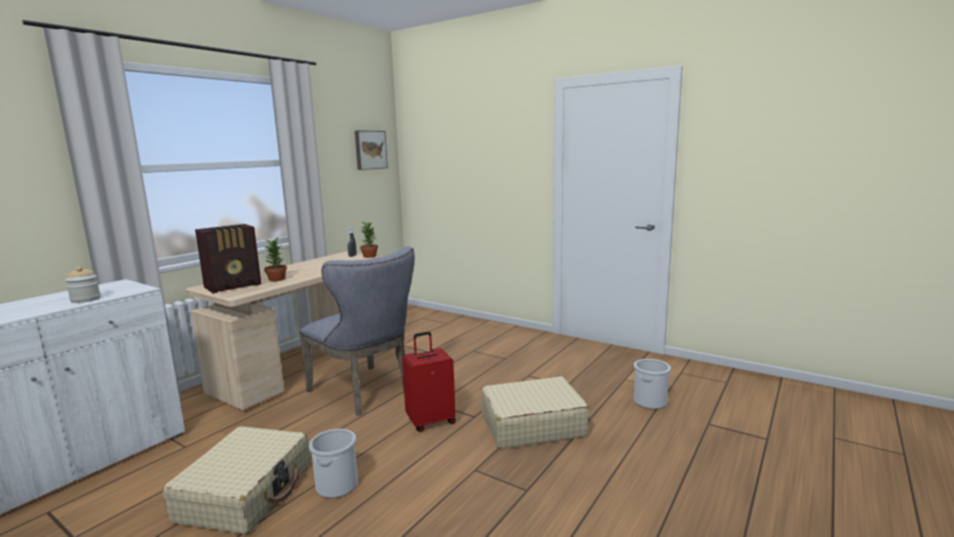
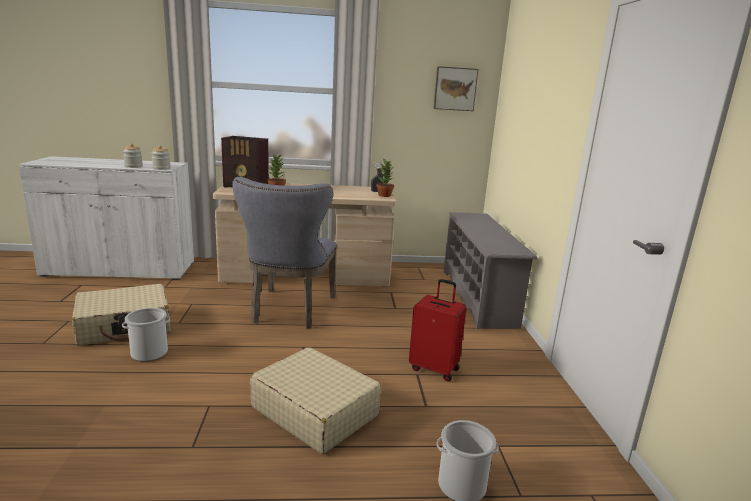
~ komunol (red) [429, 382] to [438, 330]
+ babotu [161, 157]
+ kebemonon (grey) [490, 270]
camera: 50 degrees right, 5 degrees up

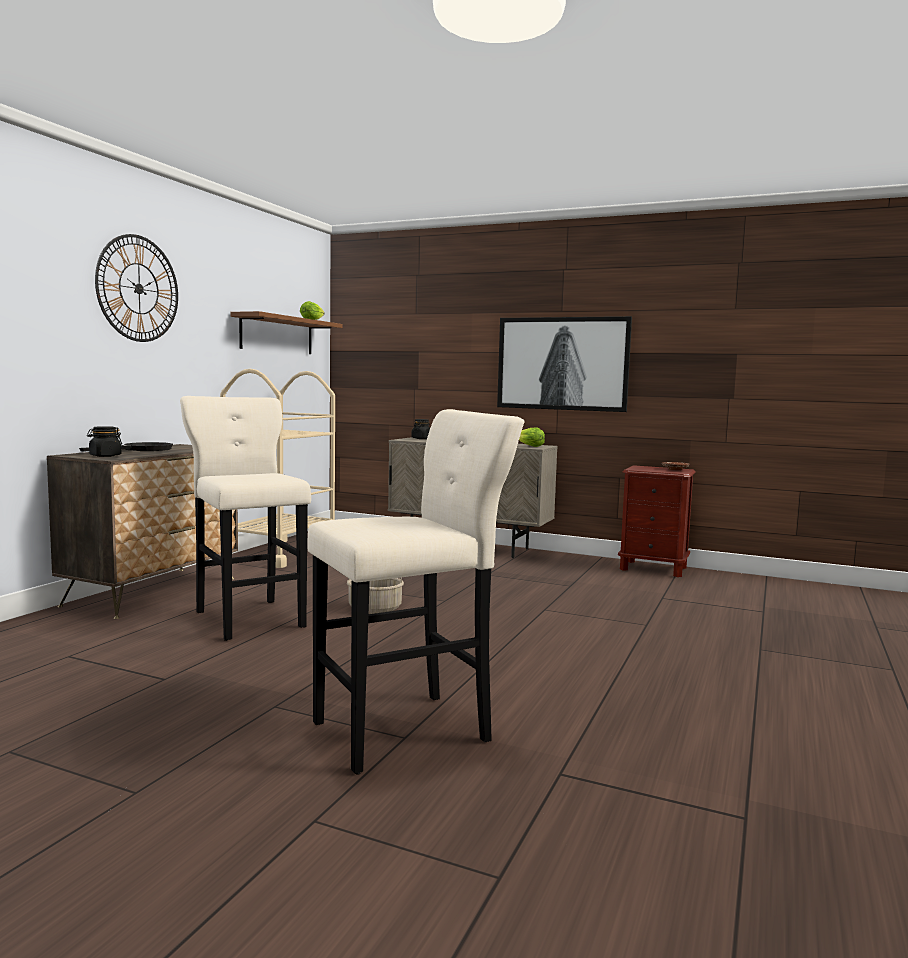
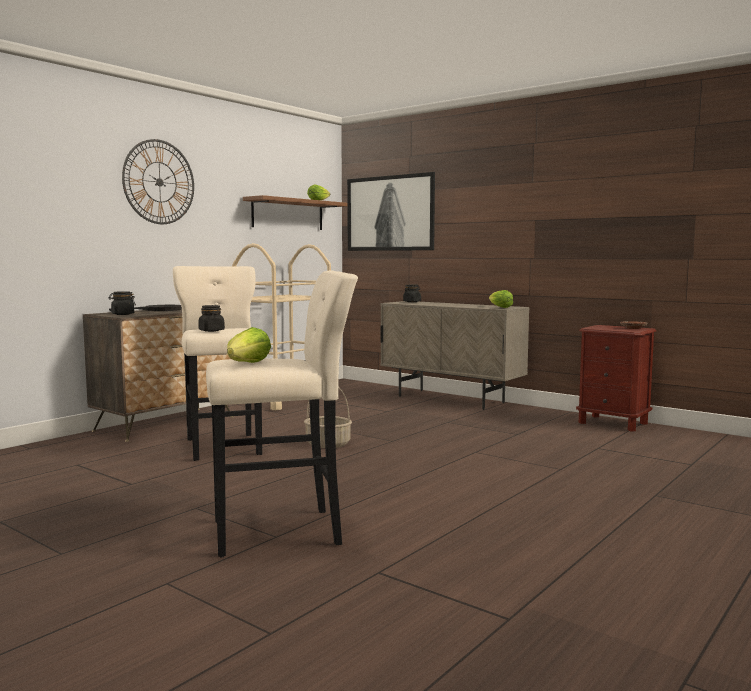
~ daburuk [564, 364] to [391, 211]
+ babotu (black) [211, 318]
+ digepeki [249, 345]
camera: 15 degrees right, 0 degrees up

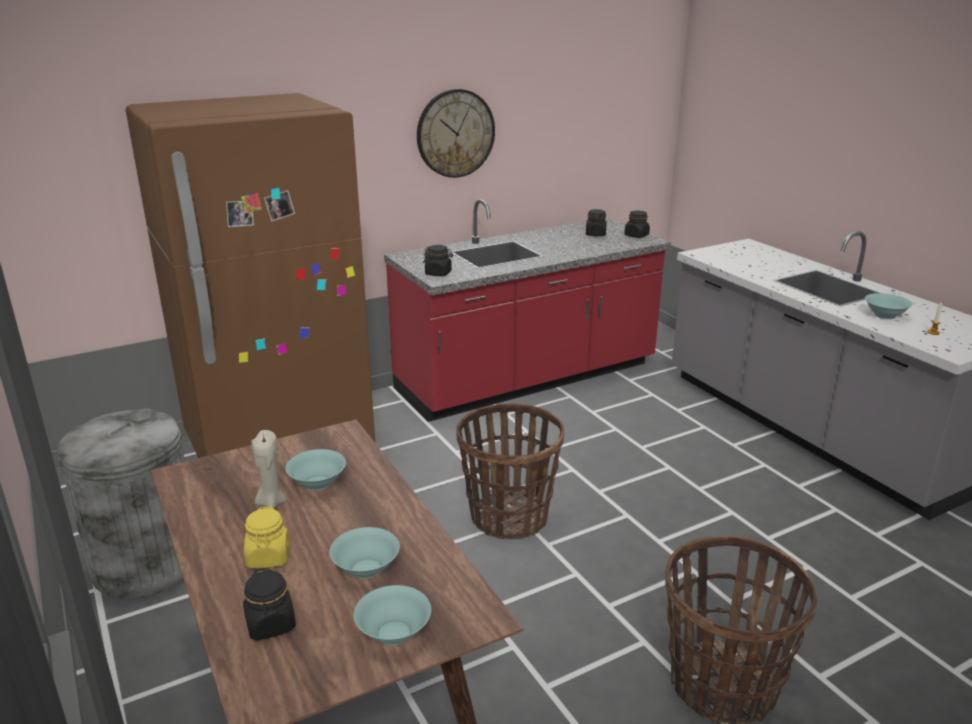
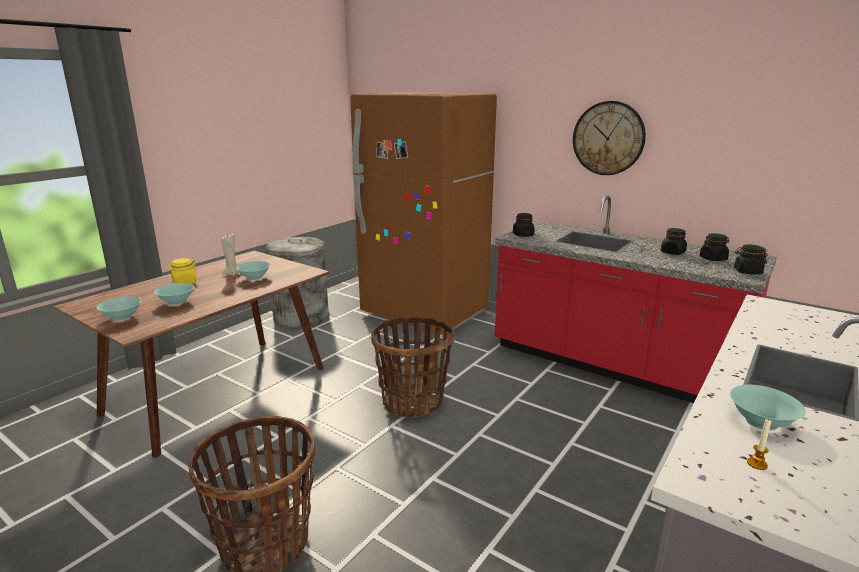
~ babotu (black) [269, 604] to [674, 241]
camera: 65 degrees right, 5 degrees down

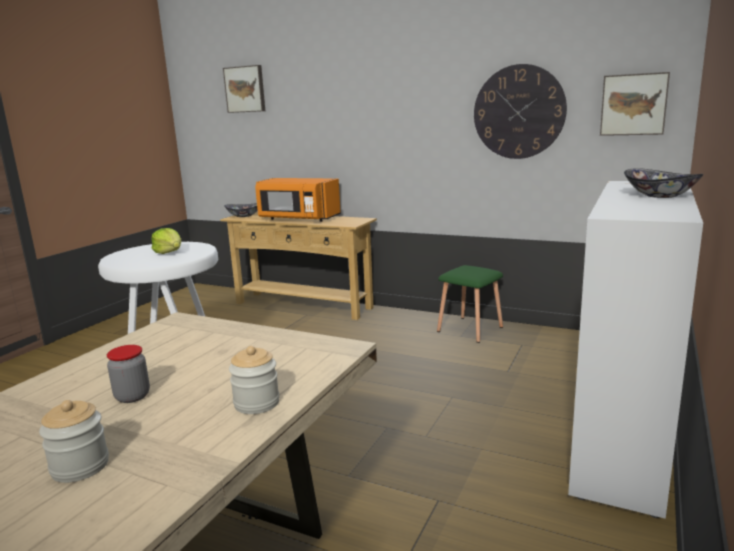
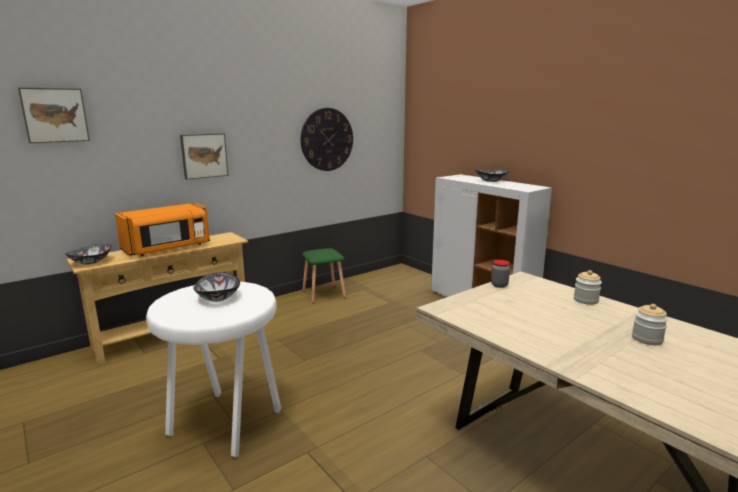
~ daburuk [635, 104] to [204, 156]
~ digepeki [166, 241] to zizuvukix [216, 287]
~ babotu [128, 374] to [500, 274]
camera: 65 degrees left, 0 degrees up

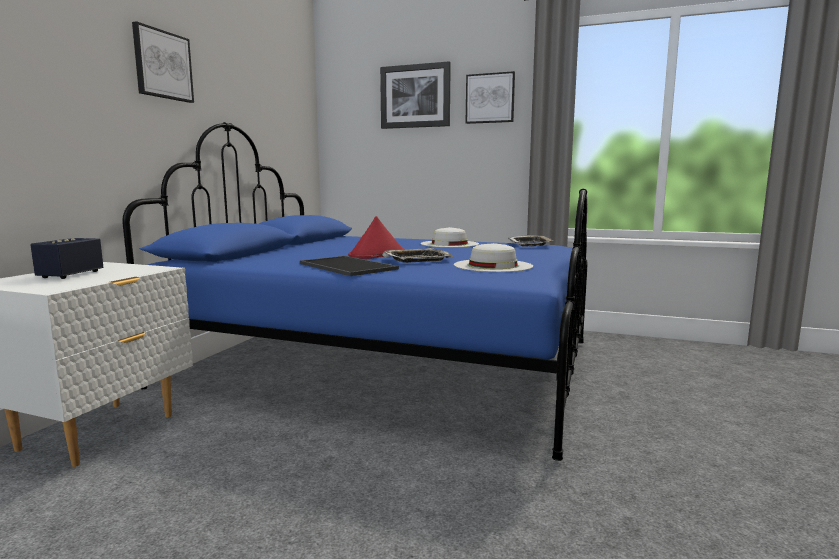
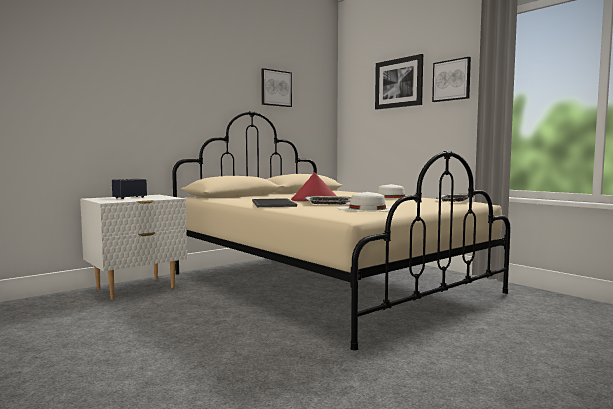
~ daburuk [163, 62] to [276, 87]
~ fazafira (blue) [354, 291] to fazafira (beige) [341, 231]
camera: 30 degrees right, 5 degrees down

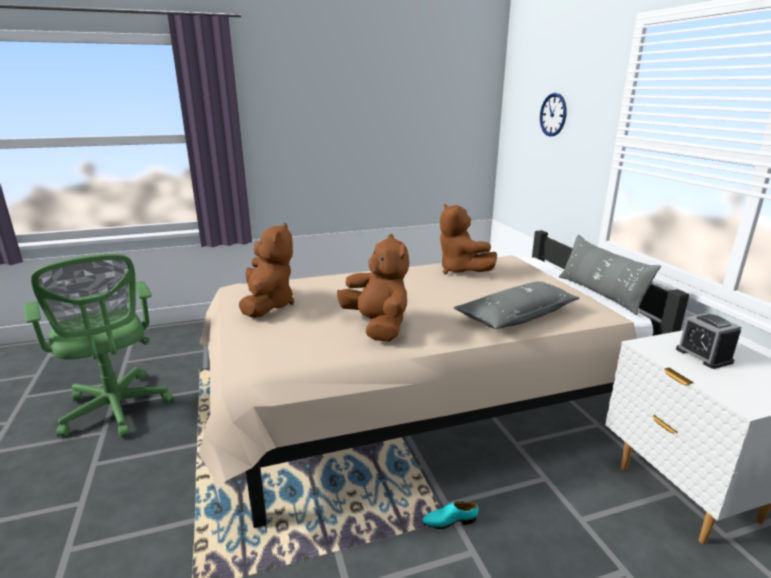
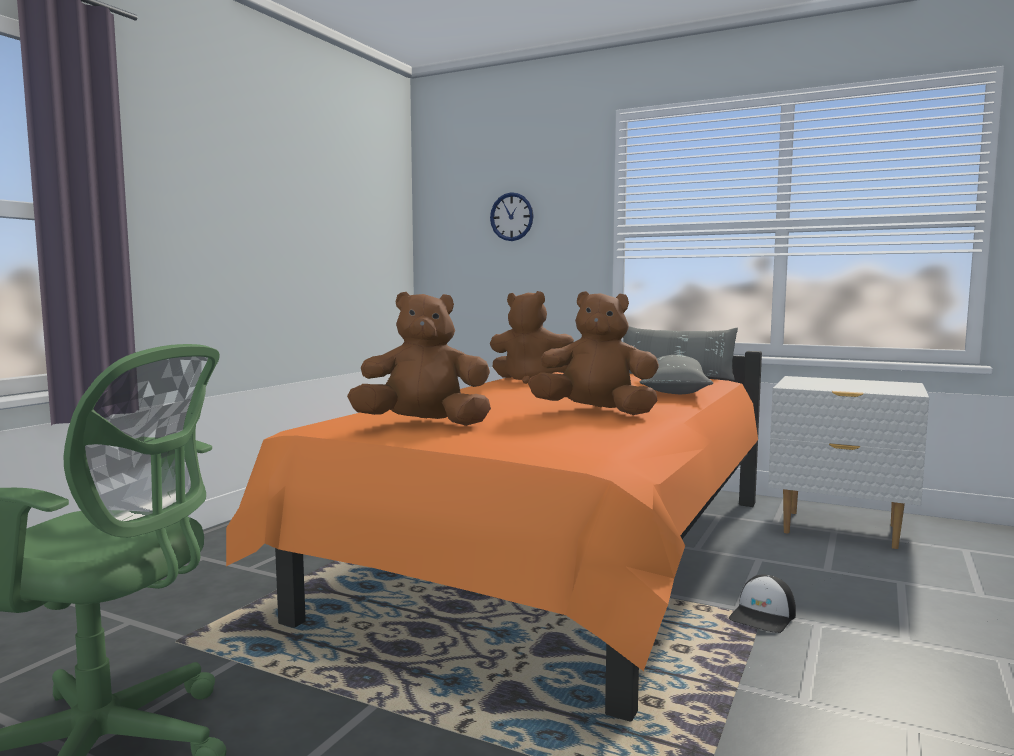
~ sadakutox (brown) [266, 270] = [419, 359] 45 degrees counterclockwise
~ fazafira (beige) [444, 379] to fazafira (orange) [494, 535]
- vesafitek [708, 341]
~ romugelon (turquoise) [450, 515] to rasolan [762, 604]
camera: 45 degrees left, 15 degrees down

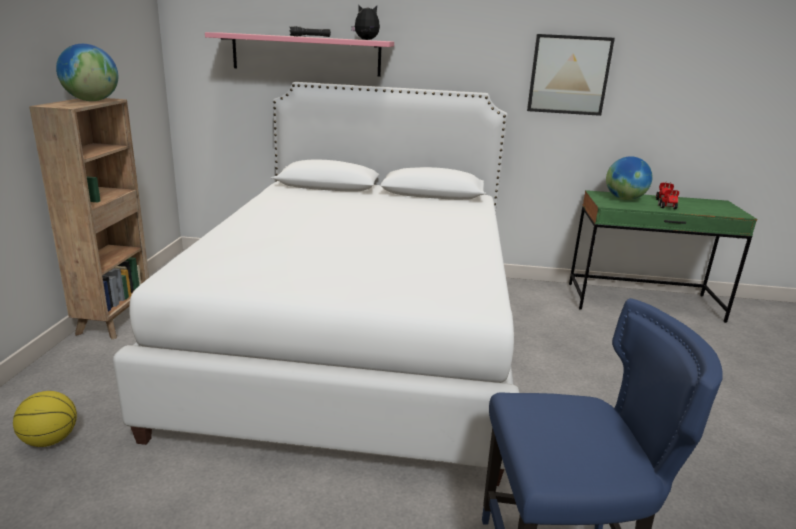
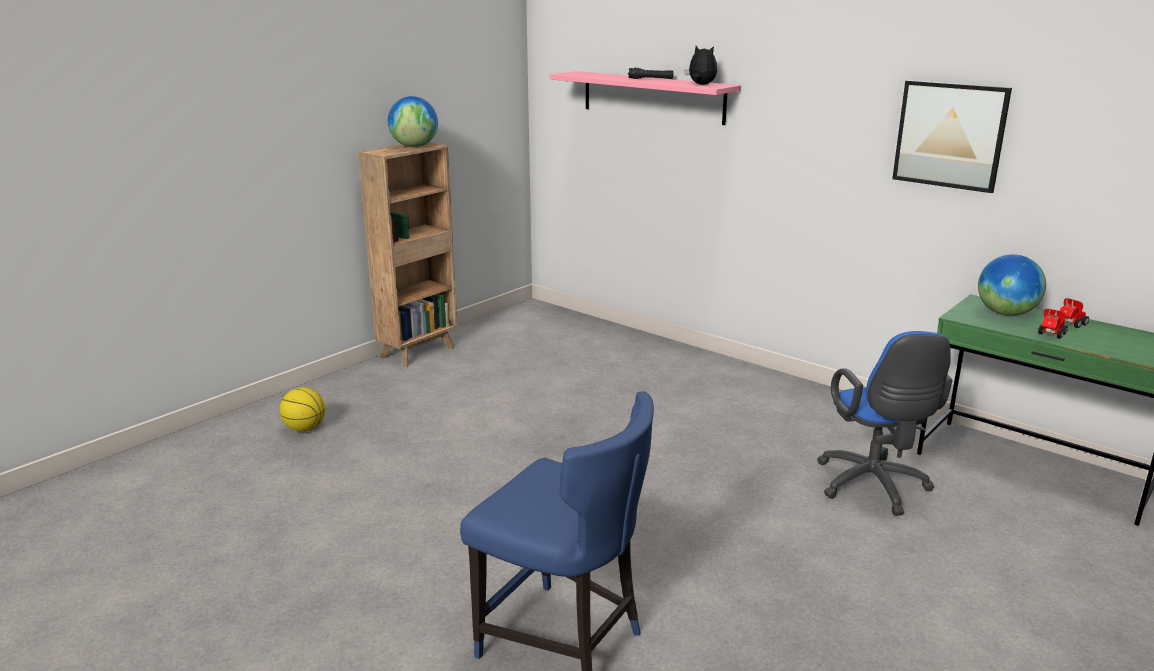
- fazafira (white) [316, 284]
+ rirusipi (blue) [884, 423]
camera: 35 degrees right, 0 degrees up

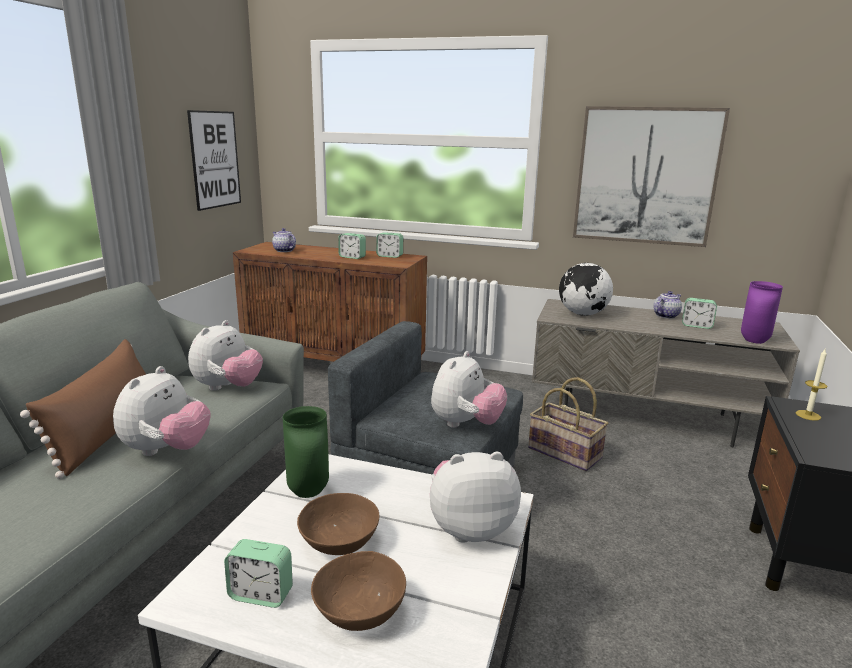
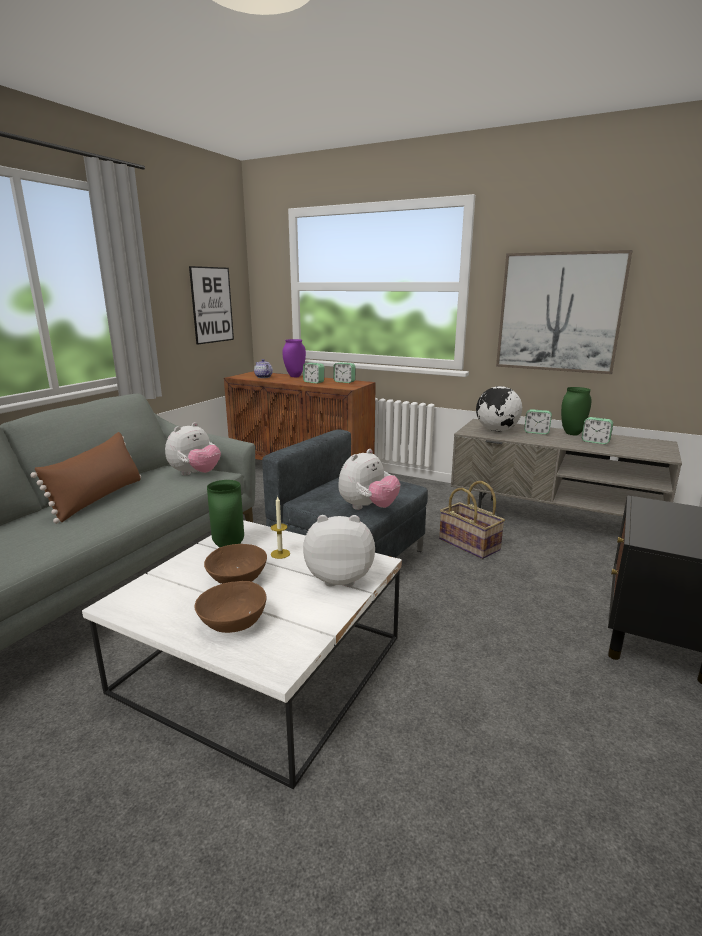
~ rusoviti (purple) [762, 312] to [294, 358]
~ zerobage [667, 305] to rusoviti (green) [576, 411]
~ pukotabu [811, 385] to [280, 527]
- sadakutox [162, 411]
~ vesafitek [258, 573] to [538, 421]
camera: 10 degrees right, 0 degrees up

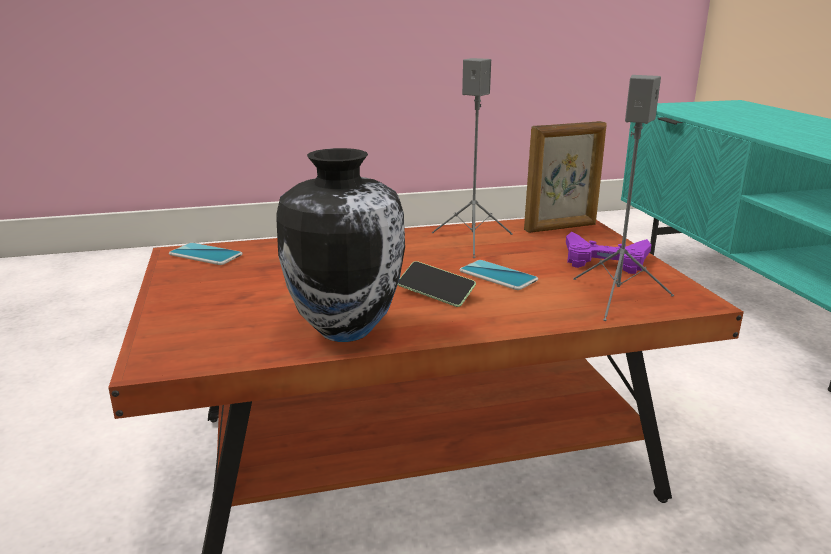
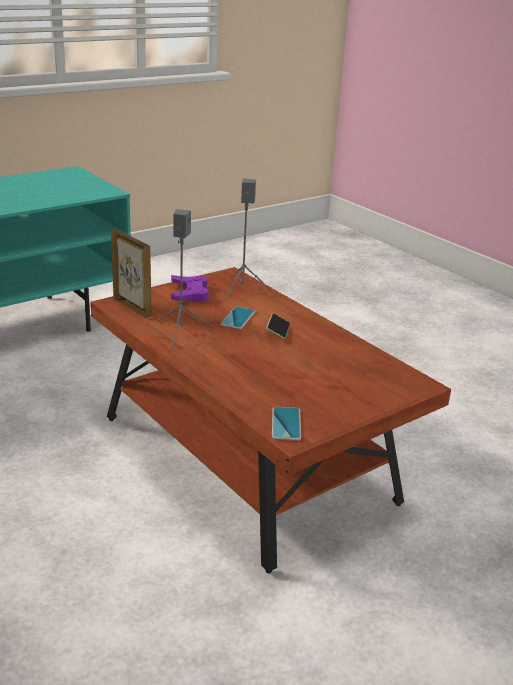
- rusoviti [340, 245]
camera: 115 degrees left, 5 degrees up

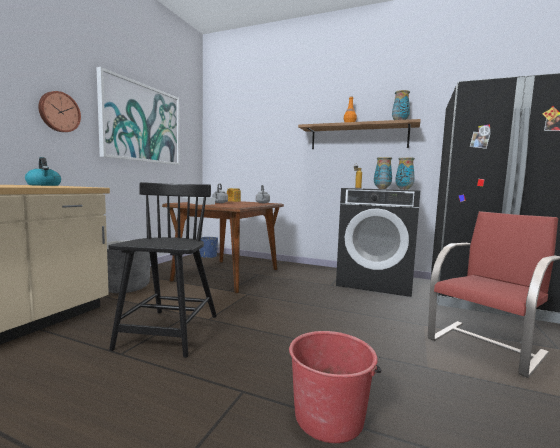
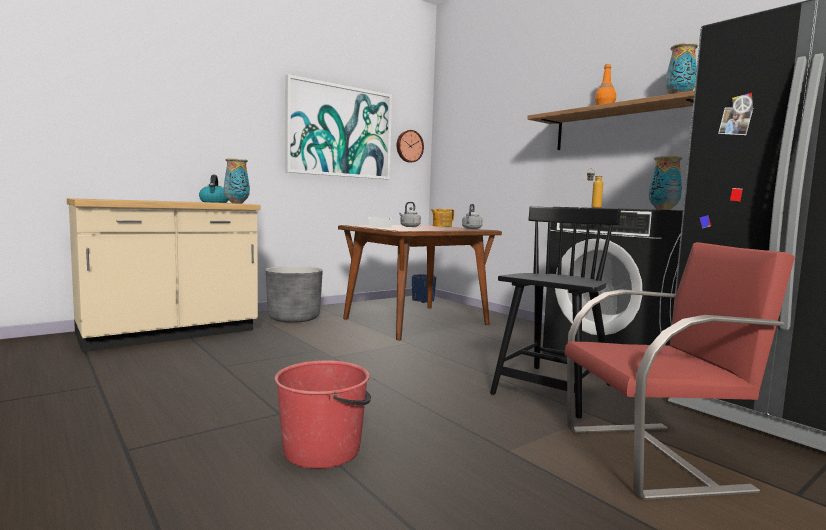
~ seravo [59, 111] to [410, 146]
~ rusoviti [383, 173] to [237, 181]
~ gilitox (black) [162, 270] to [555, 312]
camera: 30 degrees right, 0 degrees up

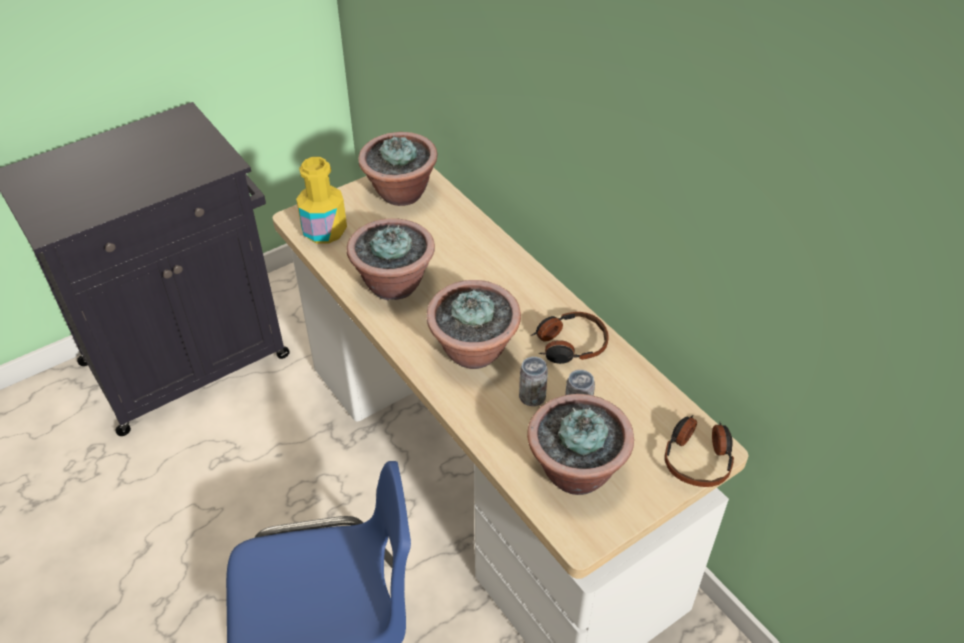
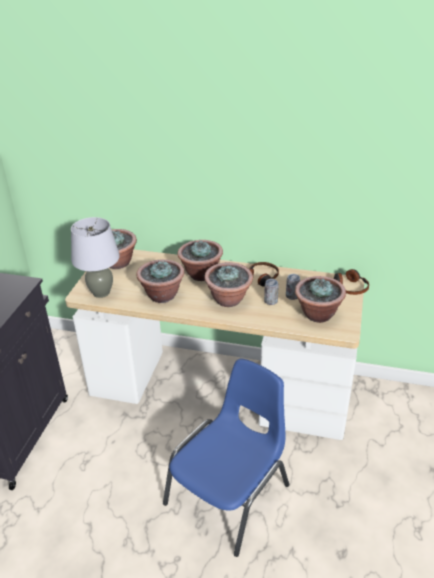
~ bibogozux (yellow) [321, 200] to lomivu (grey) [95, 257]
+ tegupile [200, 260]
camera: 40 degrees left, 10 degrees down

